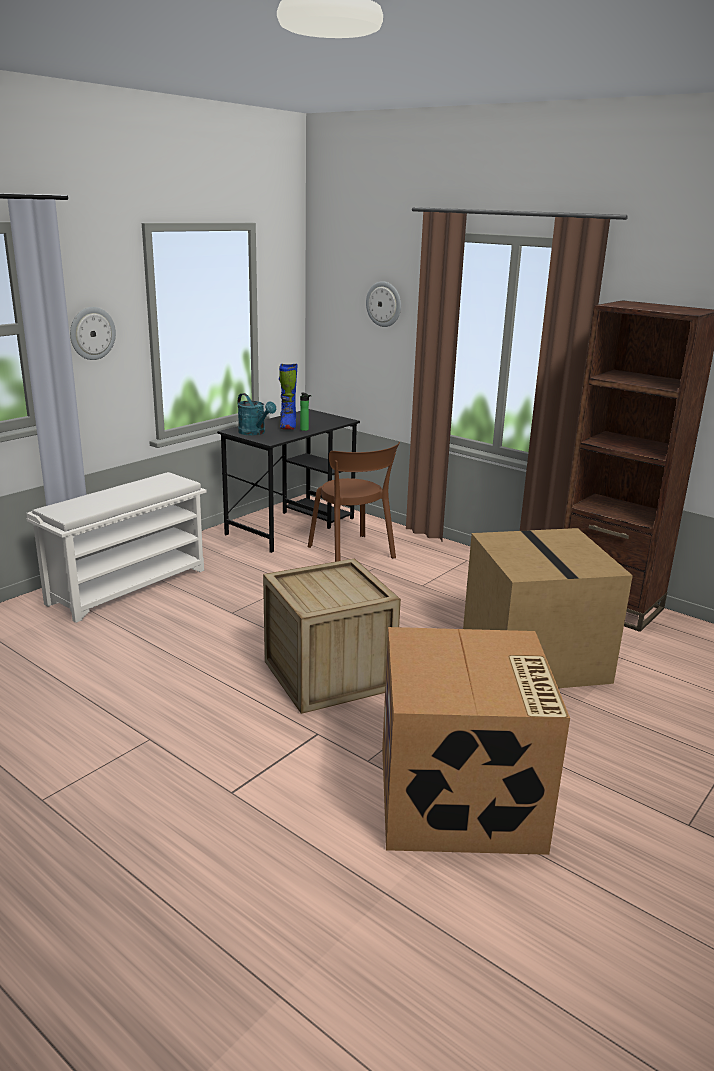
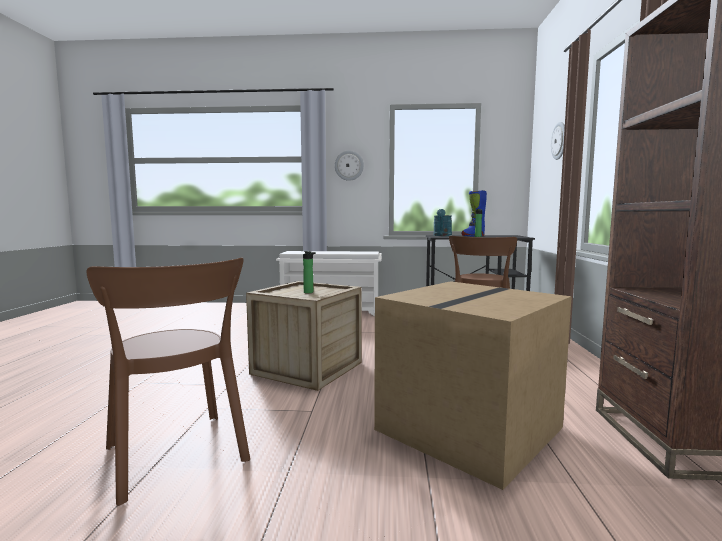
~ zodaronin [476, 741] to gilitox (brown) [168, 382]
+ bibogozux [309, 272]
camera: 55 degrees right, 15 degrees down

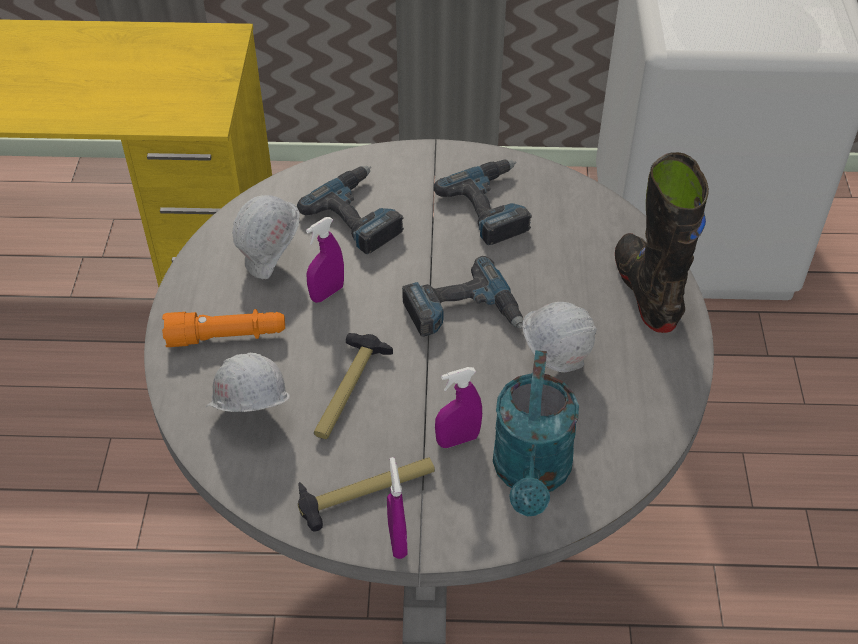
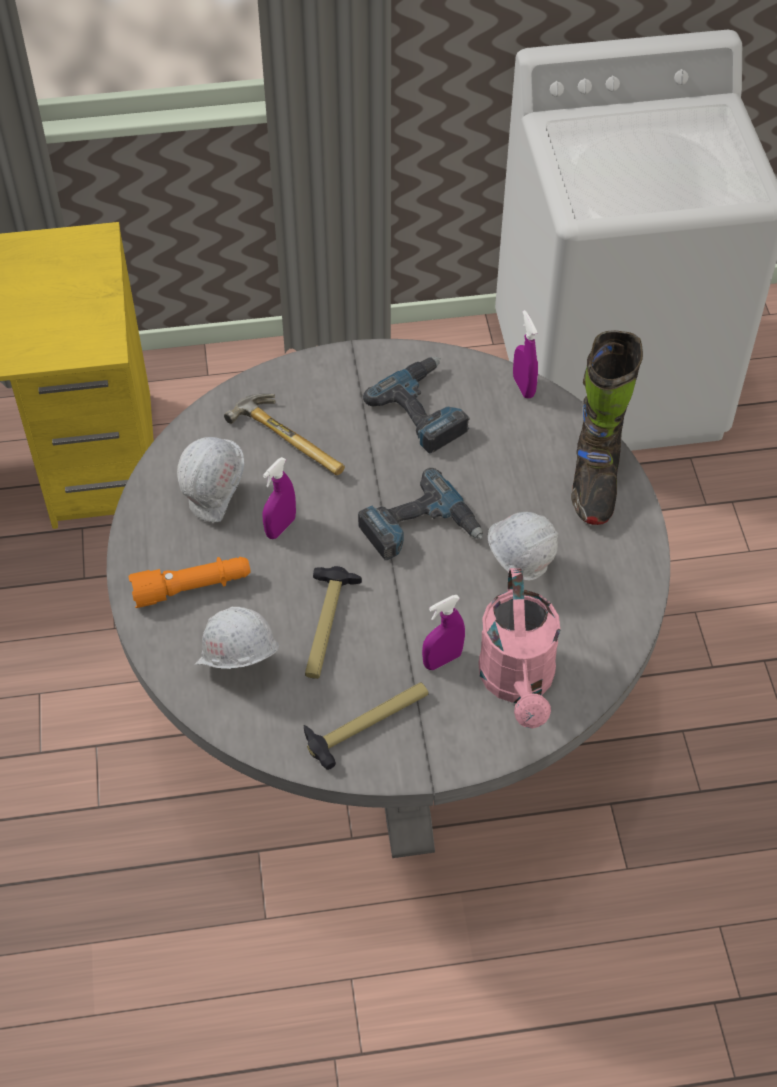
~ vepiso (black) [662, 242] = [607, 427] 150 degrees counterclockwise
~ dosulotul [350, 210] to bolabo [284, 434]
~ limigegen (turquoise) [536, 433] to limigegen (pink) [519, 648]
~ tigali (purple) [397, 508] to [525, 354]
camera: 10 degrees left, 5 degrees up

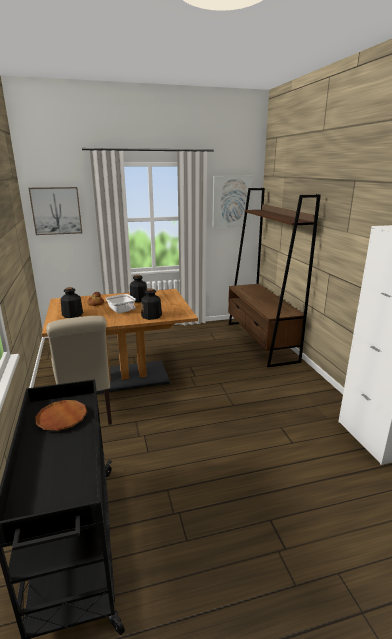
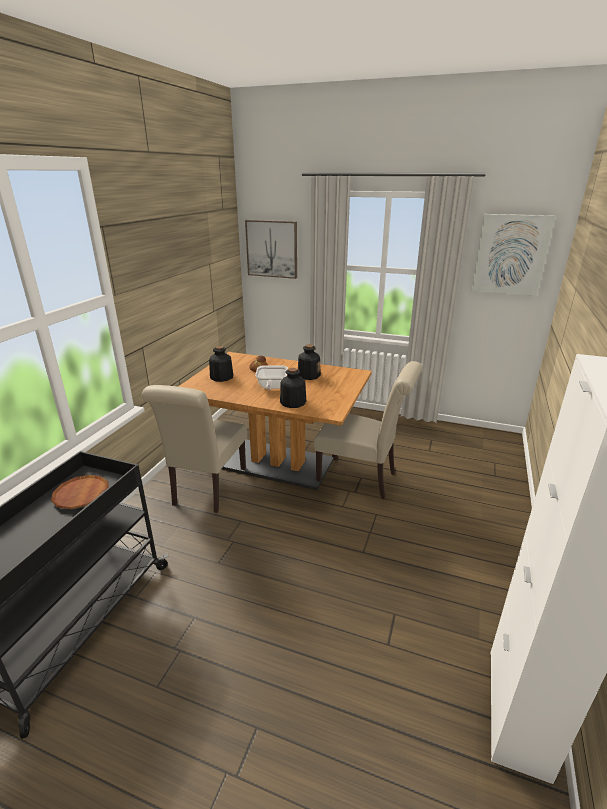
- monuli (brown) [274, 277]
+ gilitox (beige) [368, 430]
camera: 35 degrees right, 5 degrees up

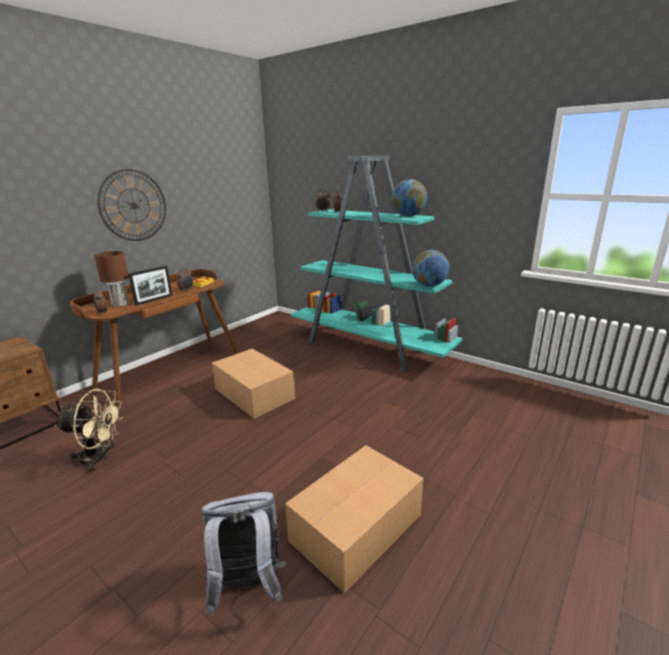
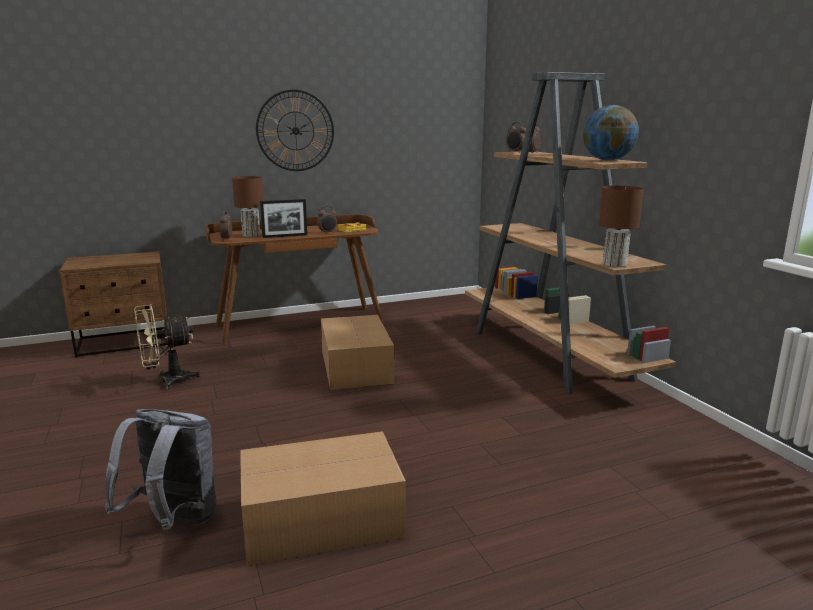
~ monuli (turquoise) [377, 264] to monuli (brown) [570, 233]
~ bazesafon [430, 268] to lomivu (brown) [621, 227]
~ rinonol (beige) [89, 430] = [167, 347] 120 degrees clockwise
camera: 30 degrees right, 5 degrees down

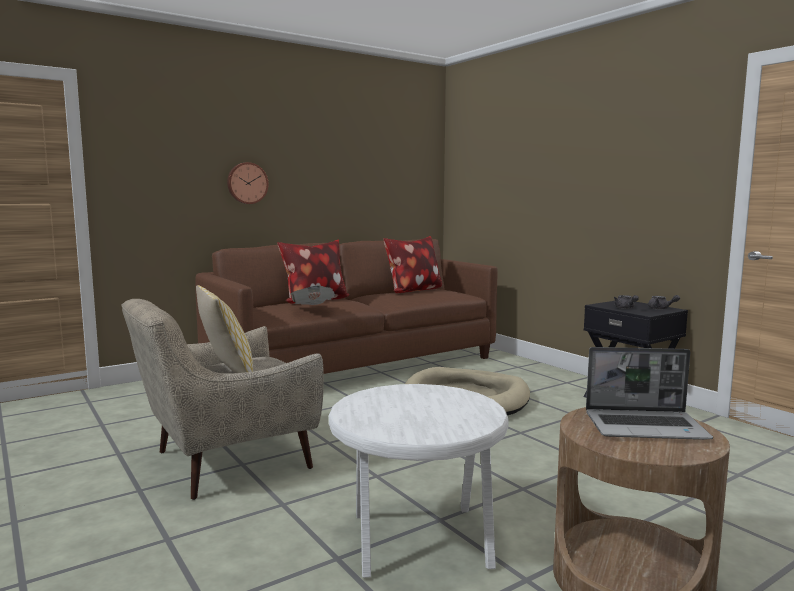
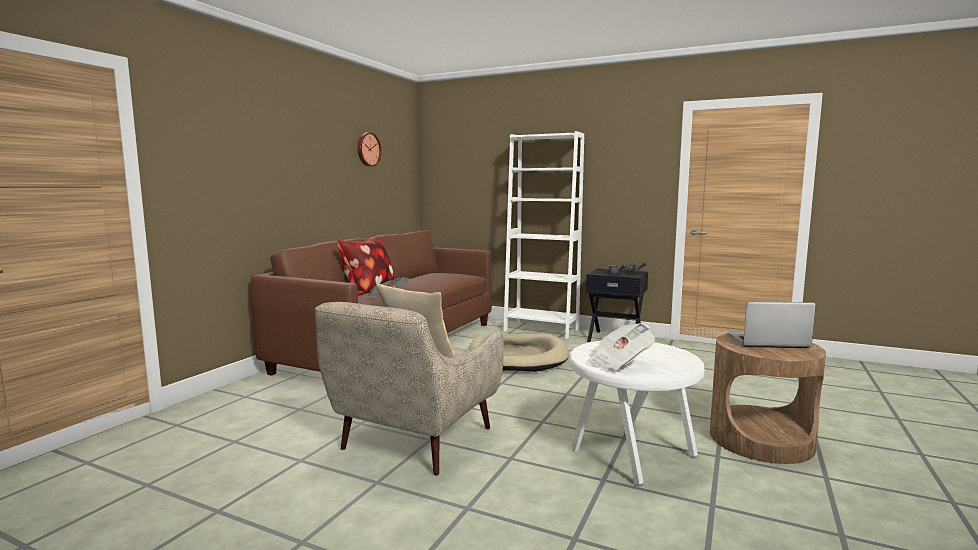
~ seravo [248, 183] to [369, 149]
- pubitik [412, 265]
~ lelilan [649, 393] = [772, 325] 150 degrees counterclockwise
+ monuli (white) [543, 235]
+ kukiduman [620, 346]
camera: 30 degrees left, 0 degrees up

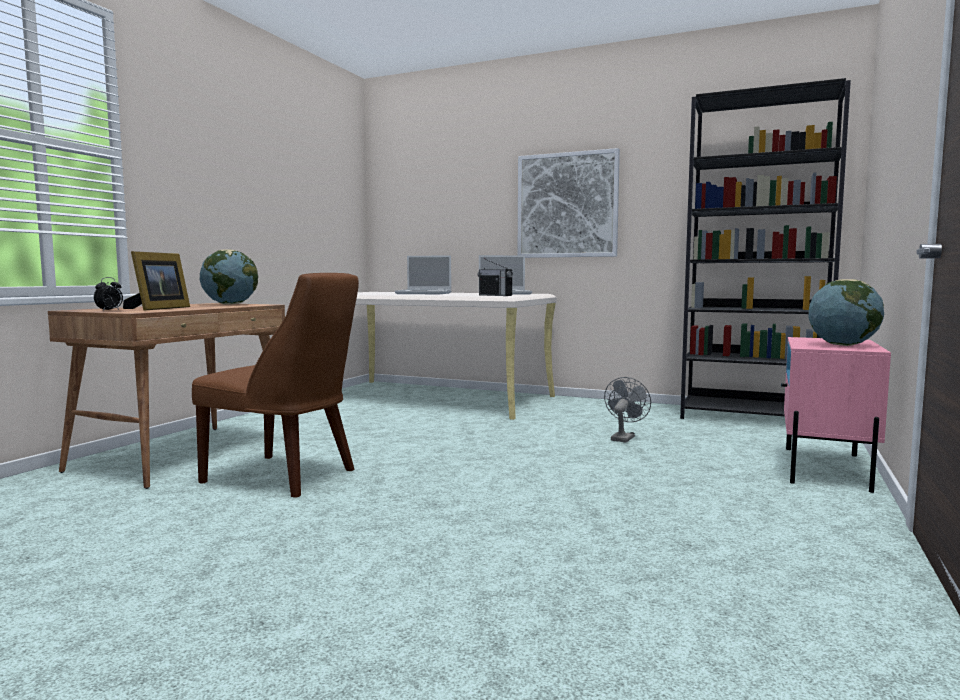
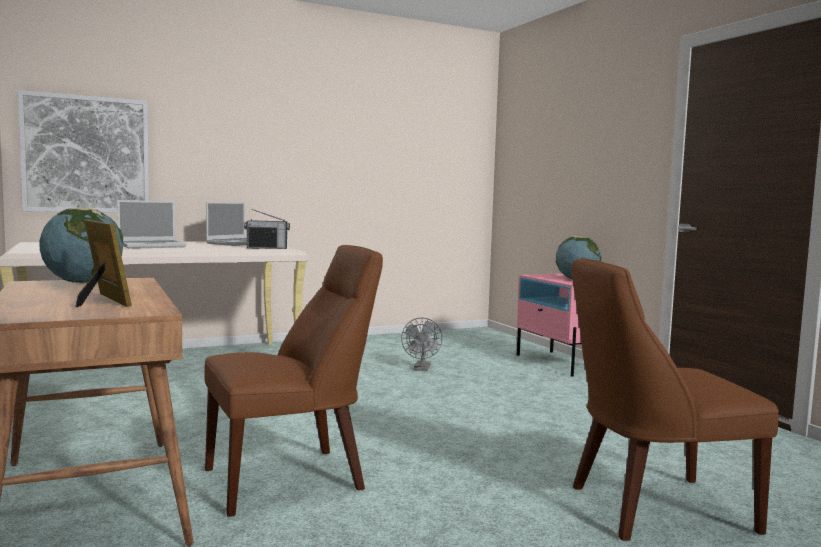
- monuli (black) [765, 248]
~ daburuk [568, 203] to [83, 151]
- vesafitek [108, 294]
~ rinonol (grey) [627, 410] = [421, 344] 150 degrees counterclockwise
+ gilitox (brown) [675, 399]
camera: 50 degrees left, 0 degrees up

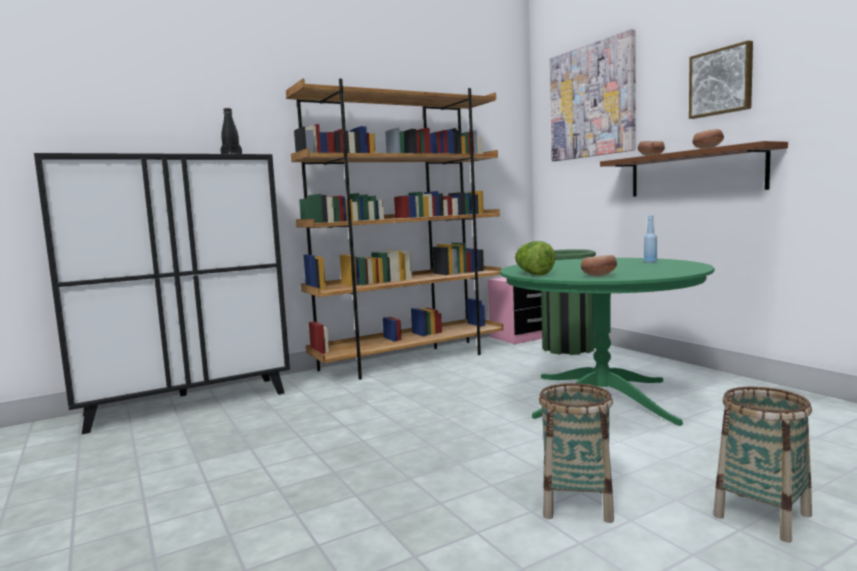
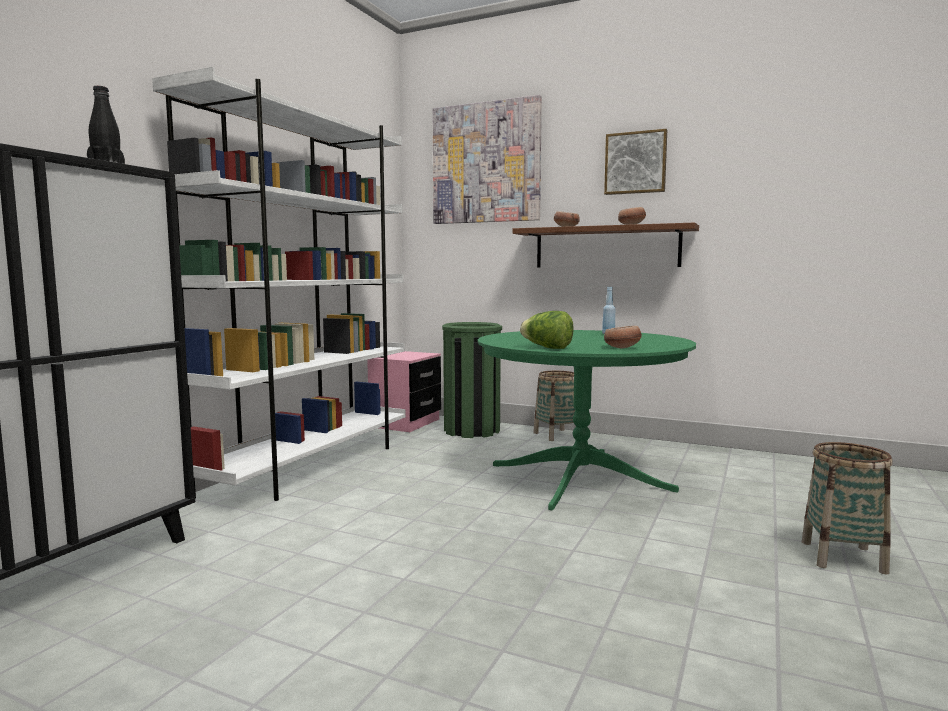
~ monuli (brown) [394, 229] to monuli (white) [279, 284]
~ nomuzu [576, 453] to [554, 406]
camera: 35 degrees left, 0 degrees up

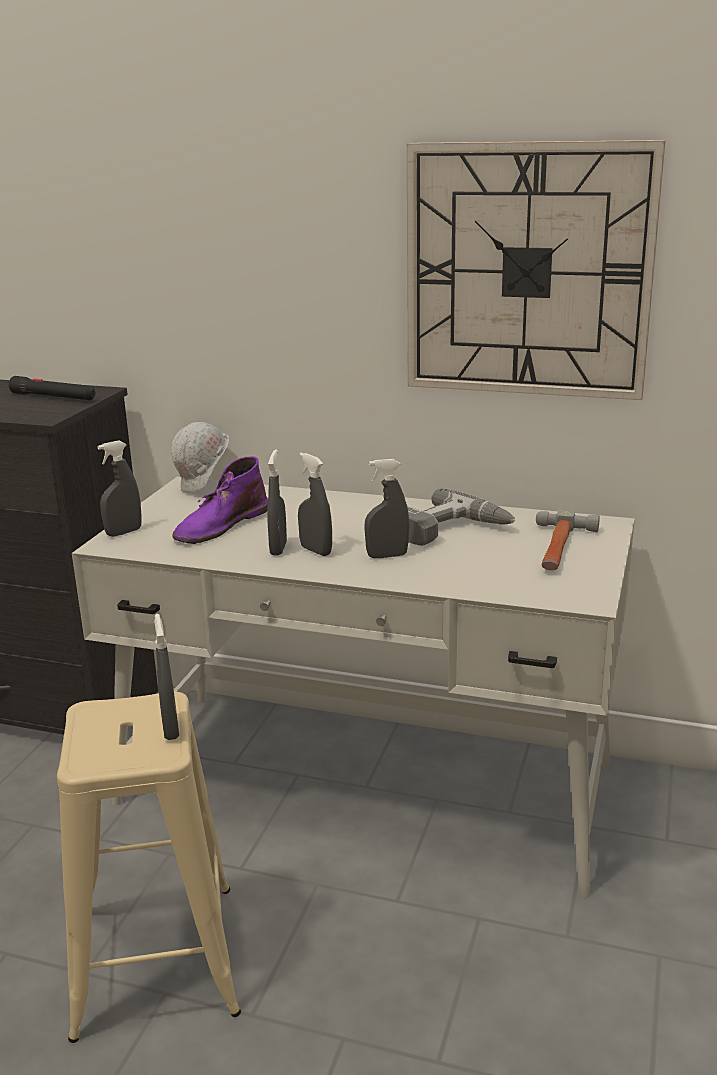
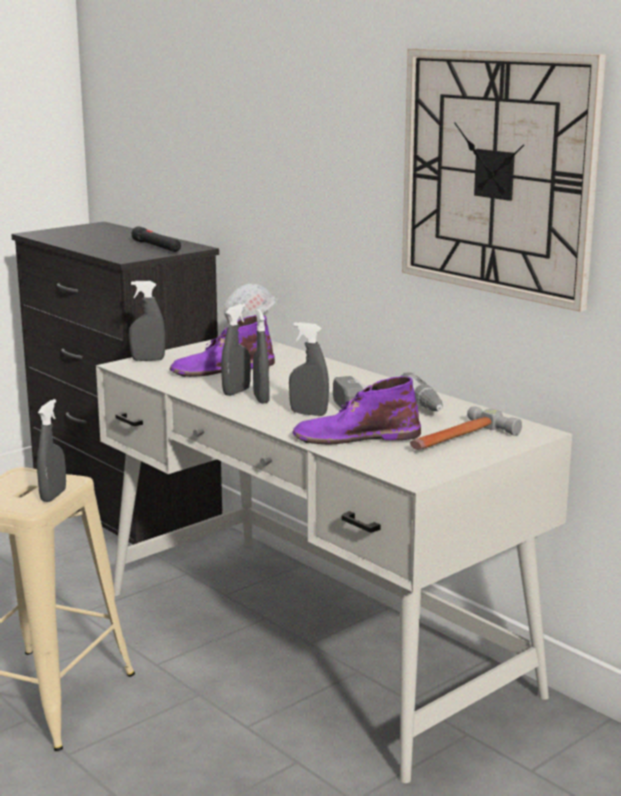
+ vepiso (purple) [357, 410]
camera: 30 degrees right, 5 degrees down

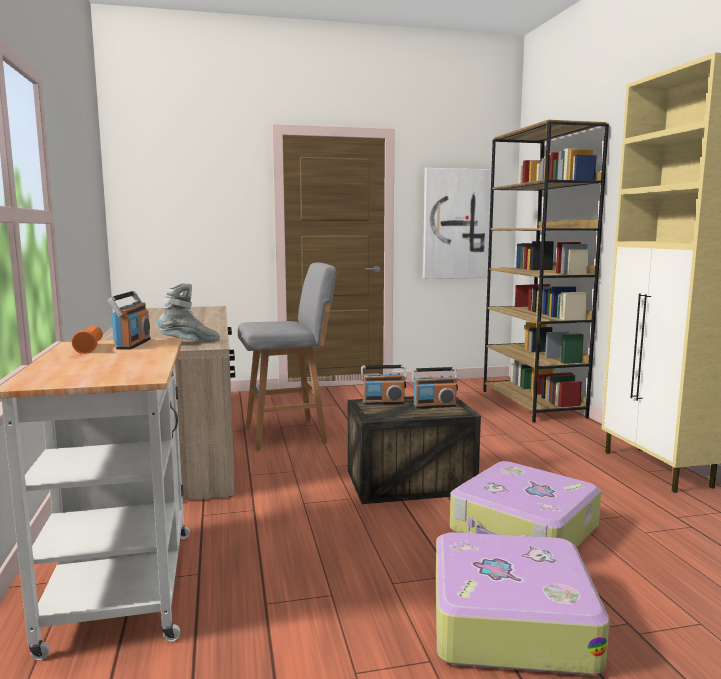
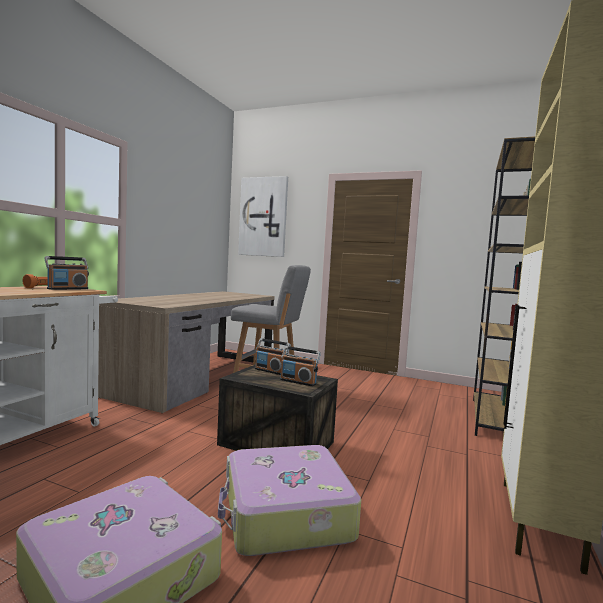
~ daburuk [457, 223] to [263, 216]
- vepiso (grey) [189, 312]
camera: 35 degrees right, 5 degrees down

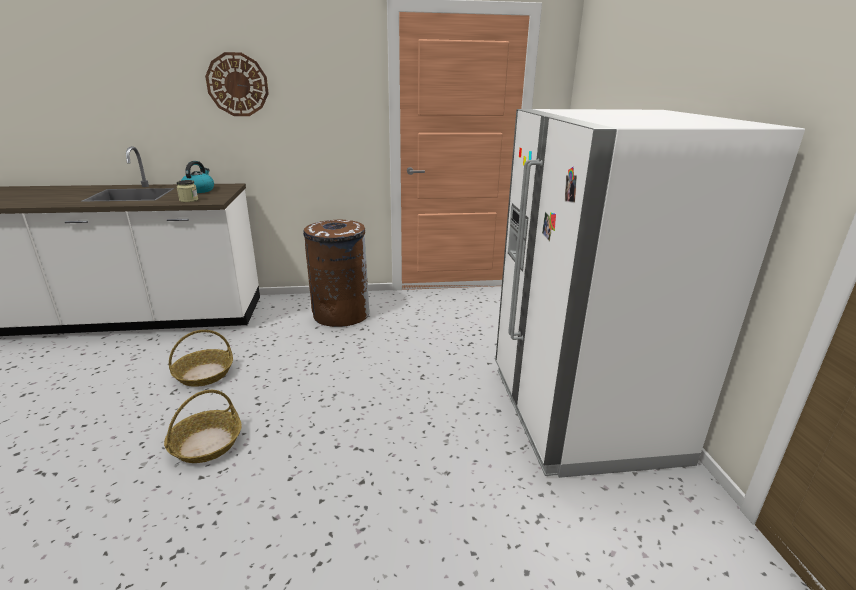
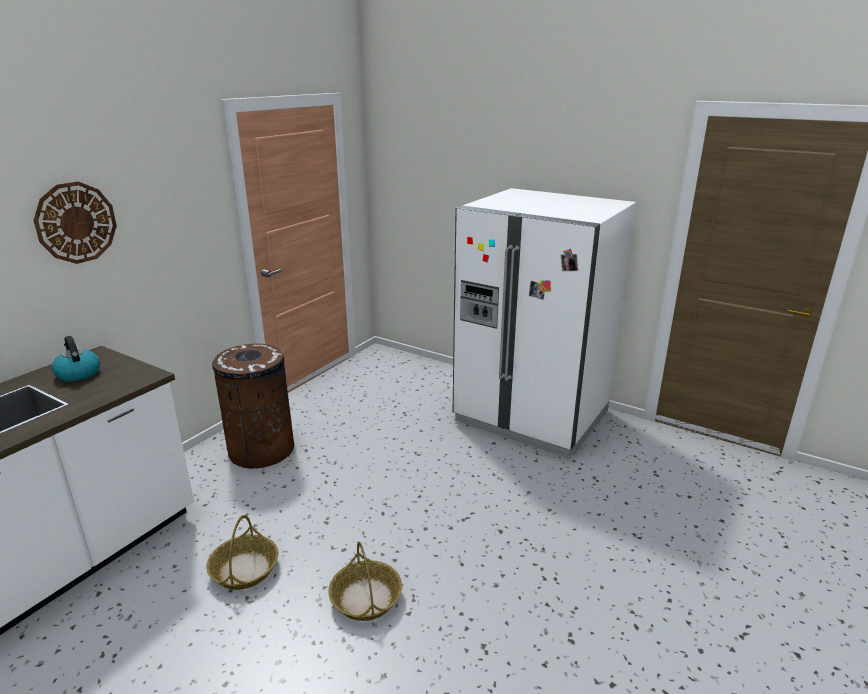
- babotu [187, 191]
camera: 50 degrees left, 0 degrees up

